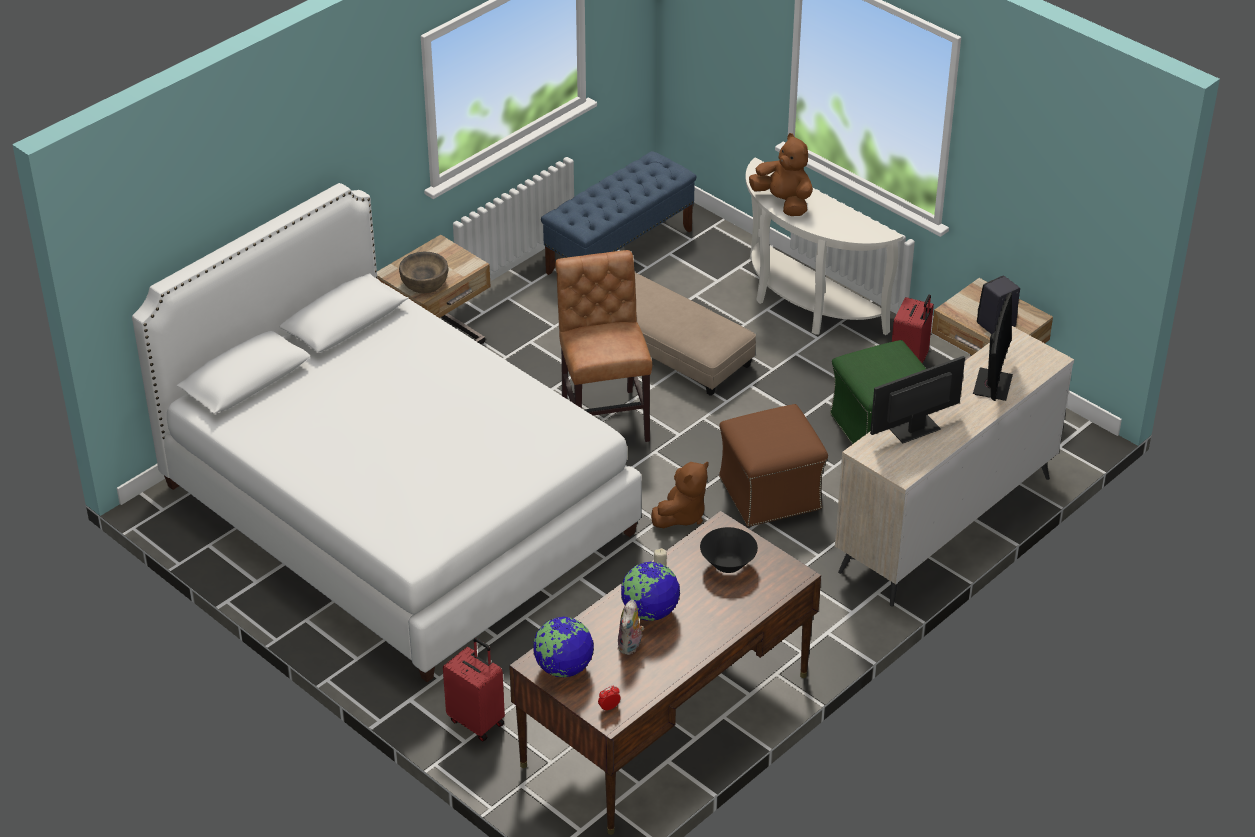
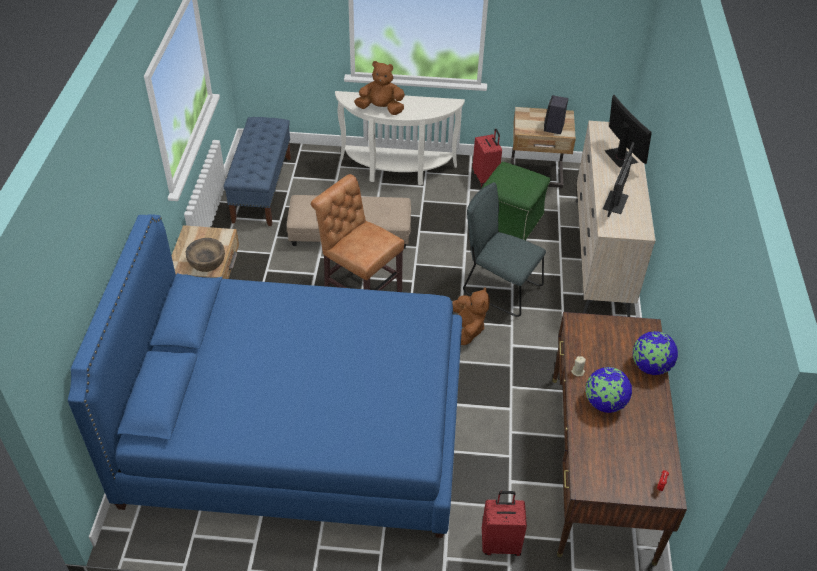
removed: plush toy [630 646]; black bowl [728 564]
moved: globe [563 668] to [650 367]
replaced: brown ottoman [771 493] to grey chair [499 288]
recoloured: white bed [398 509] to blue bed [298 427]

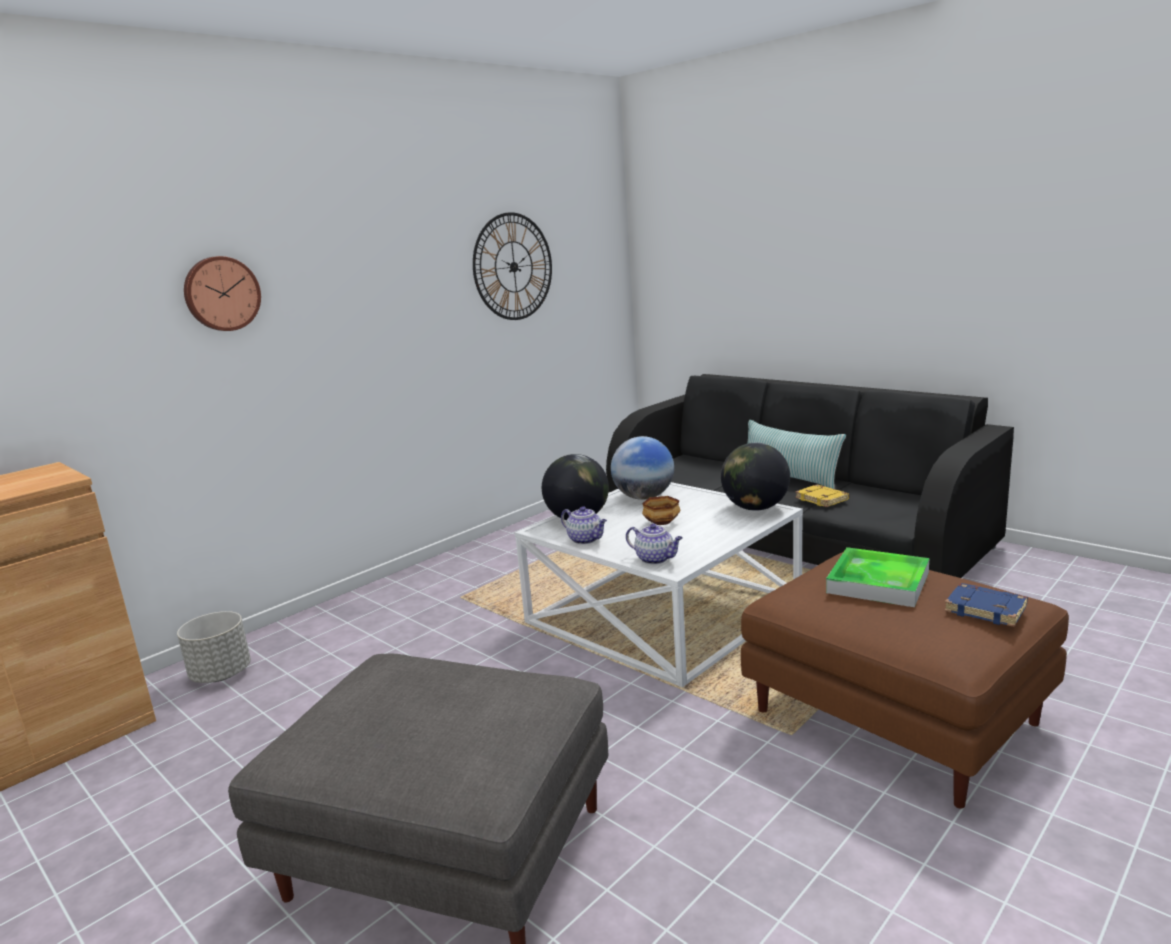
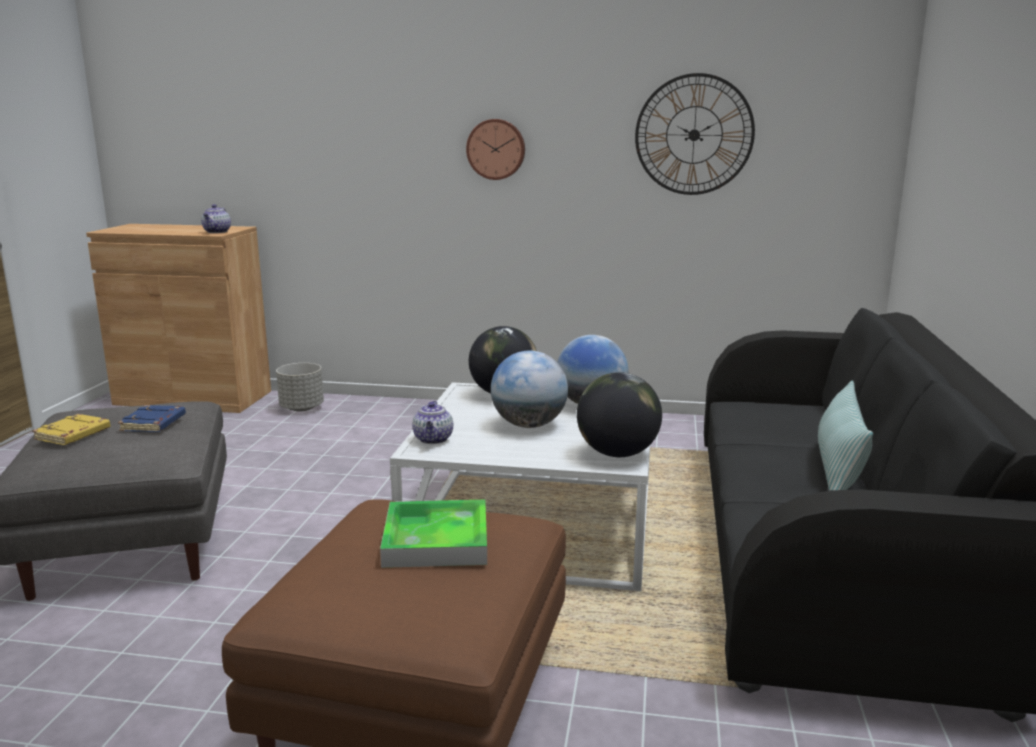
moved: yellow book [822 499] to [73 435]; blue book [986 609] to [154 424]; teapot [586 540] to [217 232]; wall clock [221 294] to [496 149]
replaced: bowl [663 523] to globe [529 425]

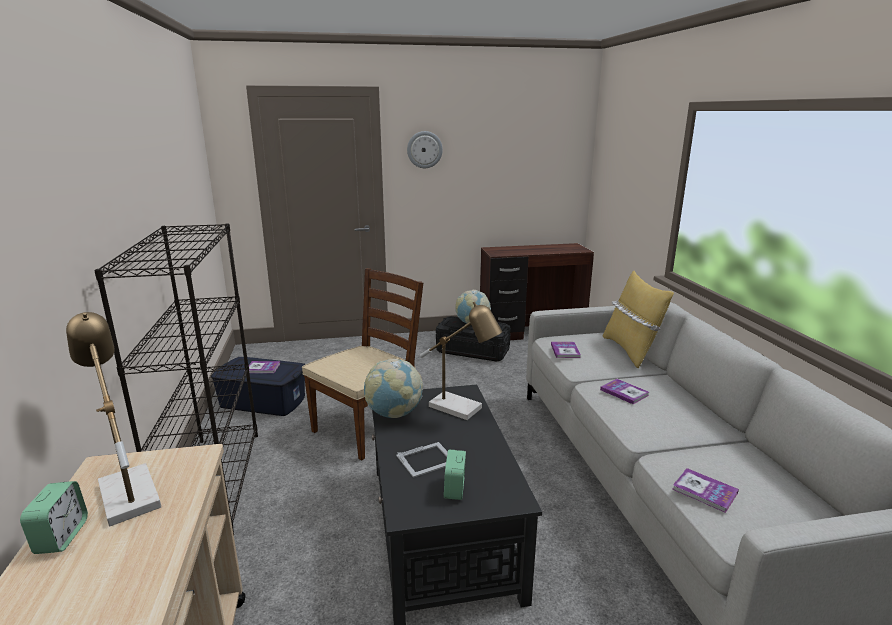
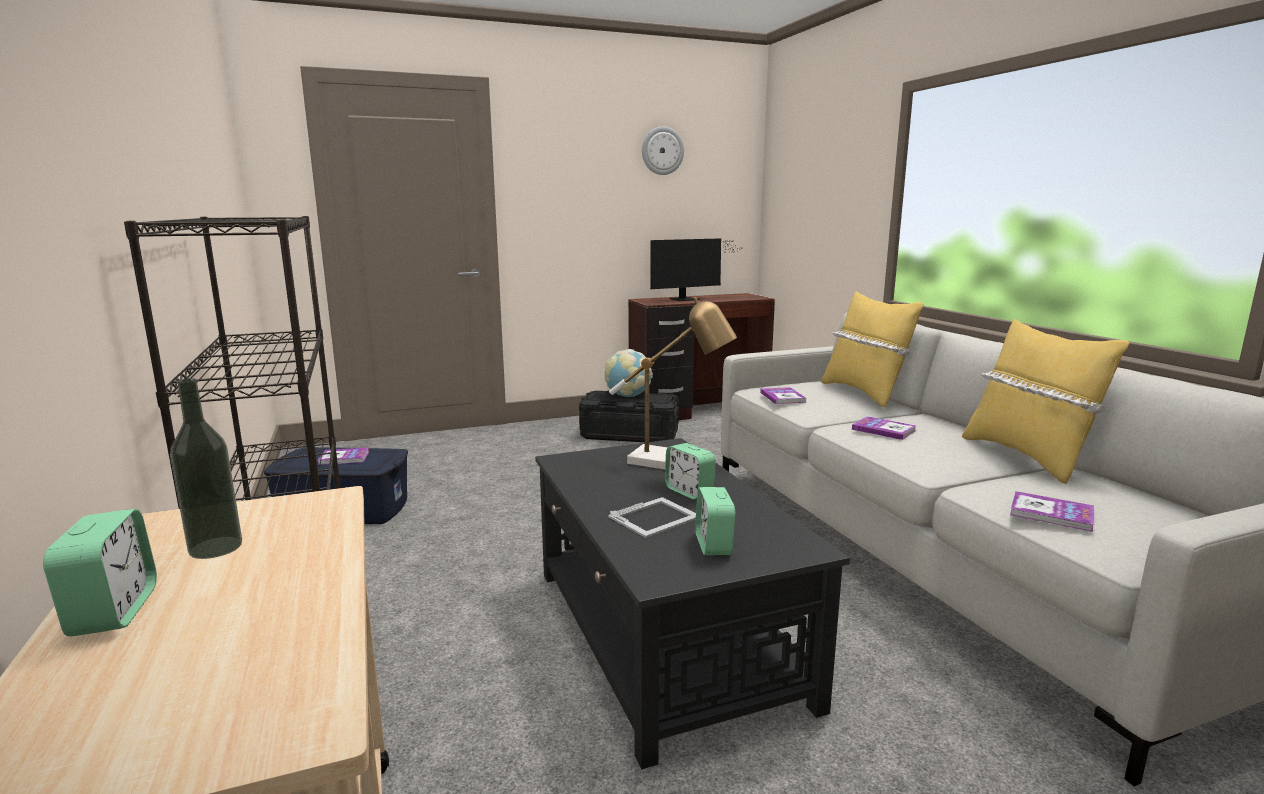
removed: brown chair [368 427]; globe [394 414]
added: monitor [688 299]; alarm clock [689 491]; yellow pillow [1027 457]
moved: wall clock [424 149] to [662 151]
replaced: table lamp [126 491] to bottle [215 547]

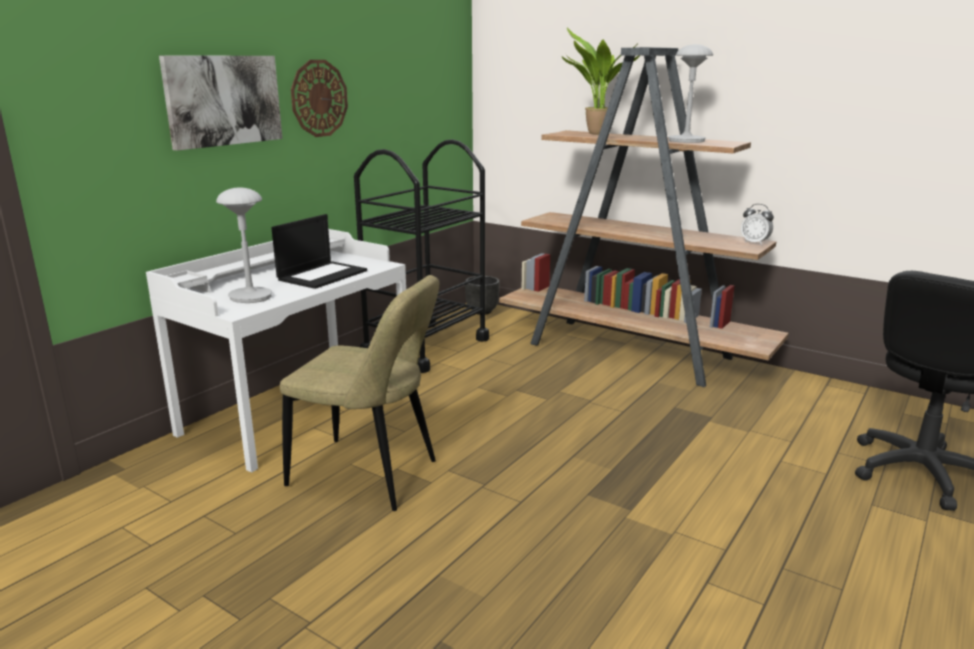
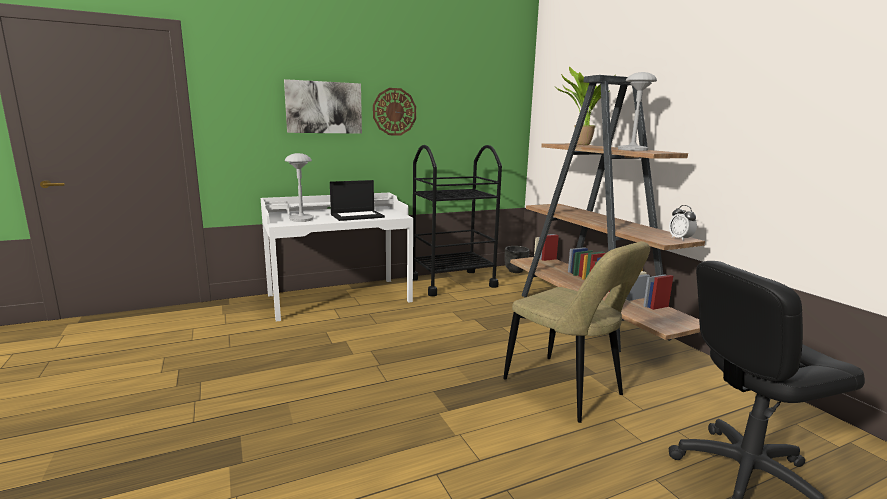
moved: beige chair [369 475] to [566 390]

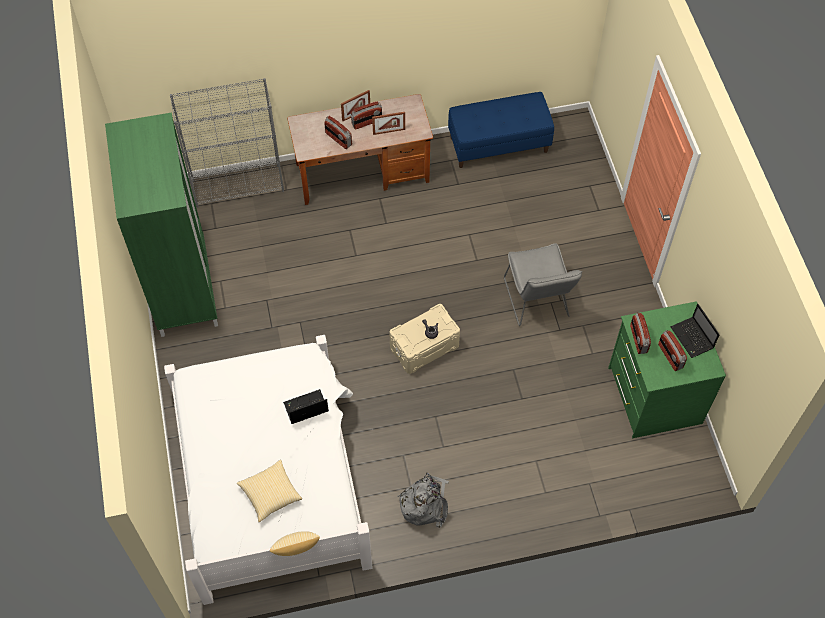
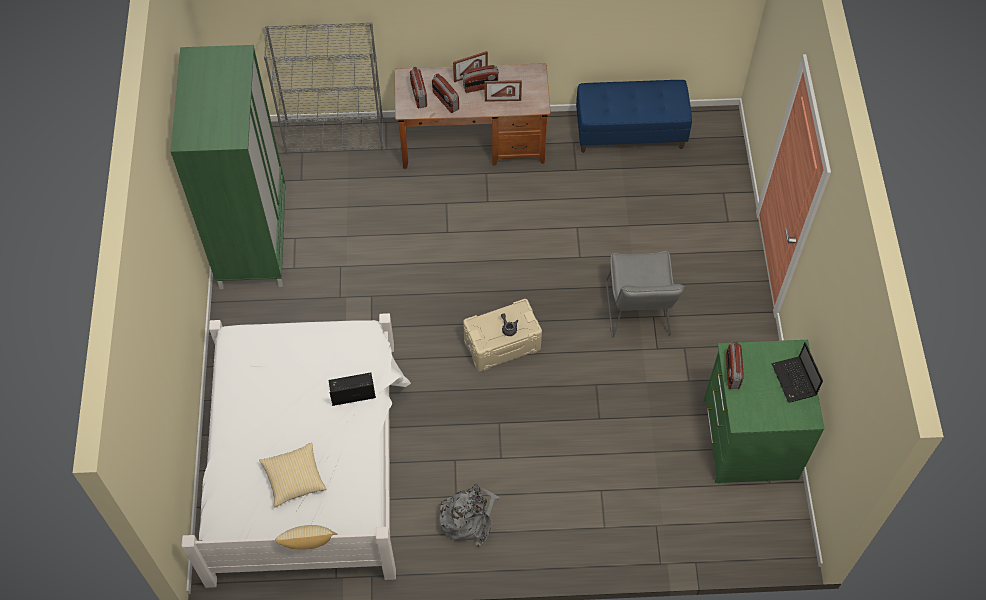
moved: radio [670 356] to [418 95]

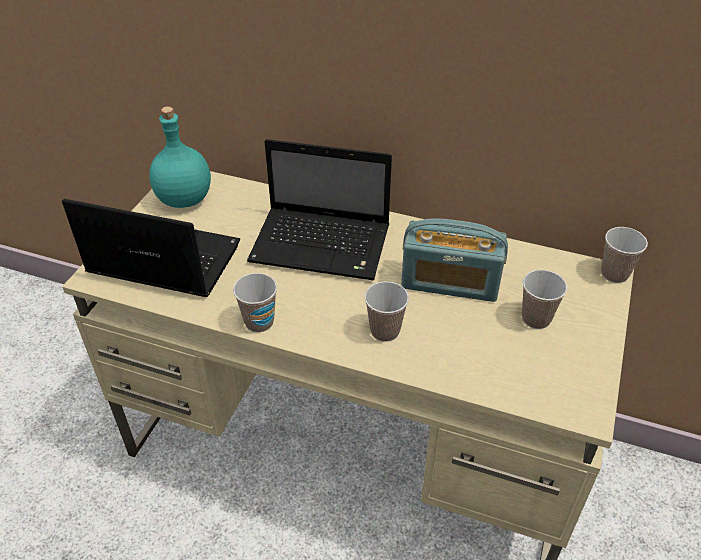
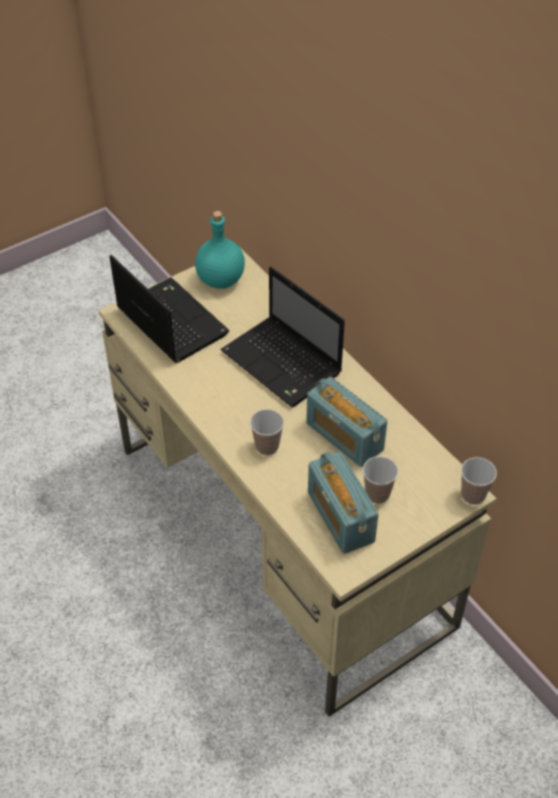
removed: cup [259 322]
added: radio [340 517]

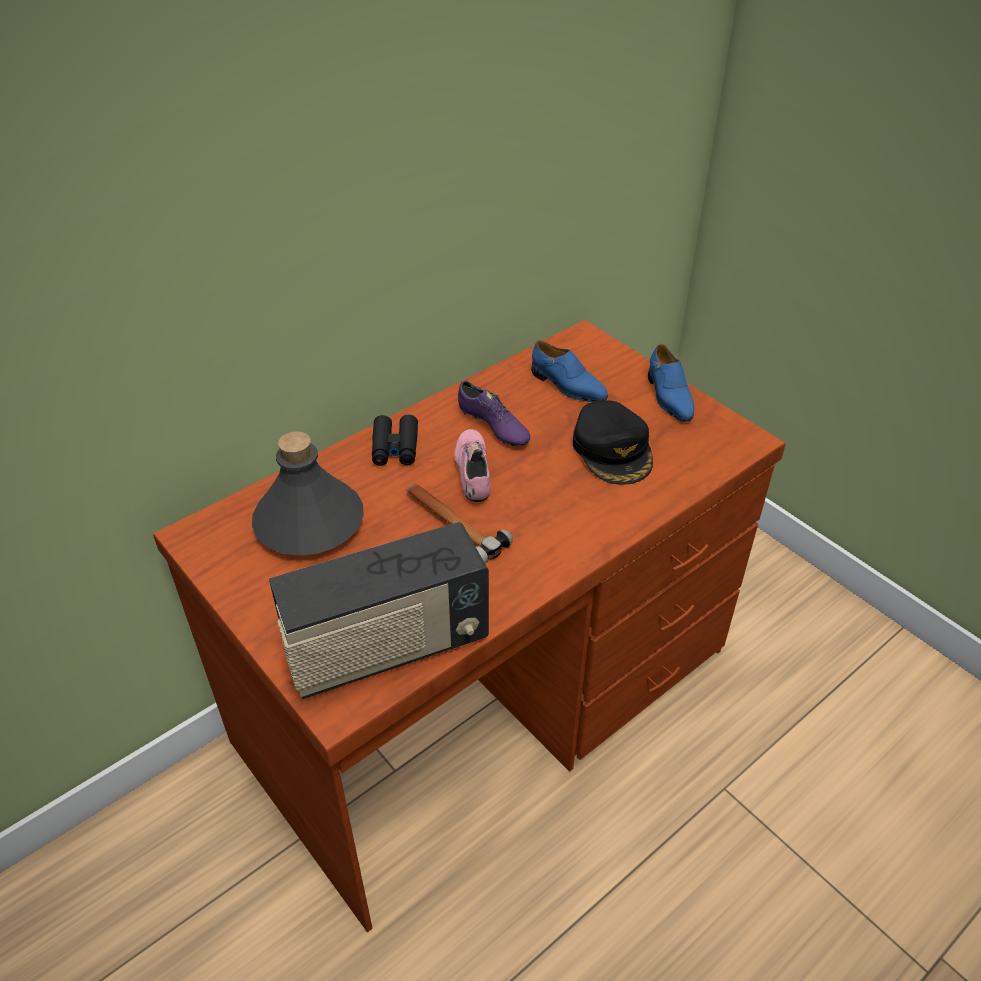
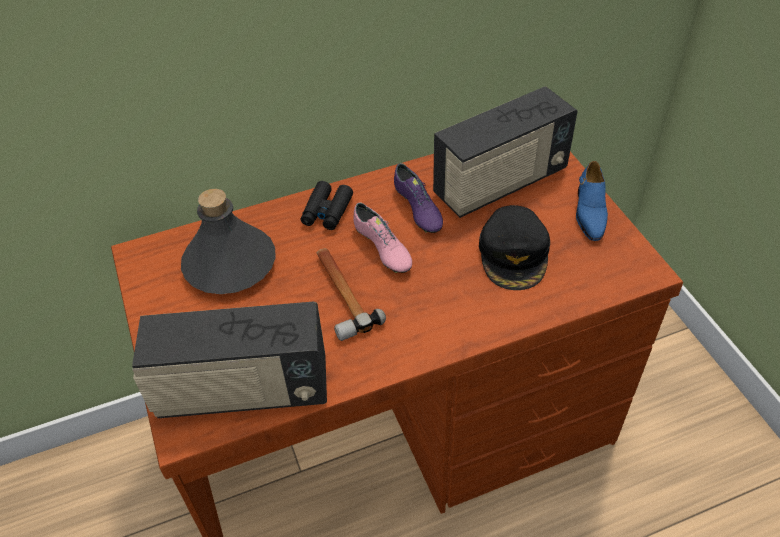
replaced: blue shoe [568 386] to radio [500 183]
turned: pink shoe [474 472] = [382 249] 135 degrees clockwise

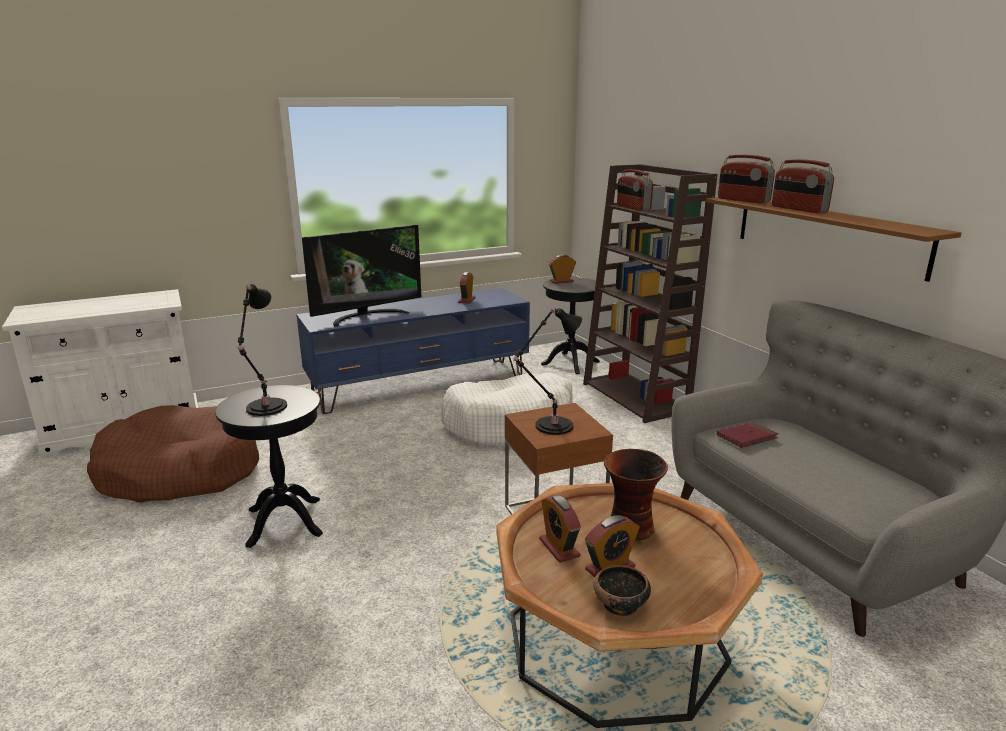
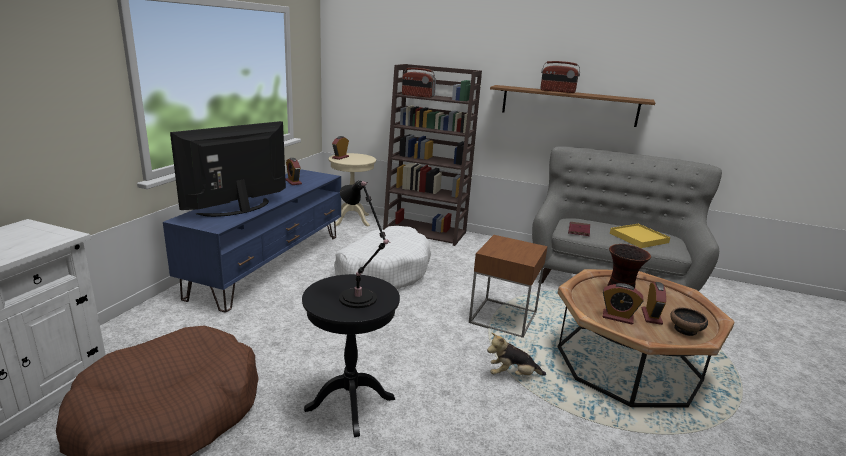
removed: black table lamp [550 426]; radio [743 200]
added: plush toy [512 375]; yellow tray [638 238]
recoloured: black side table [570 363] to beige side table [352 220]
turned: television [366 316] = [240 210] 150 degrees counterclockwise

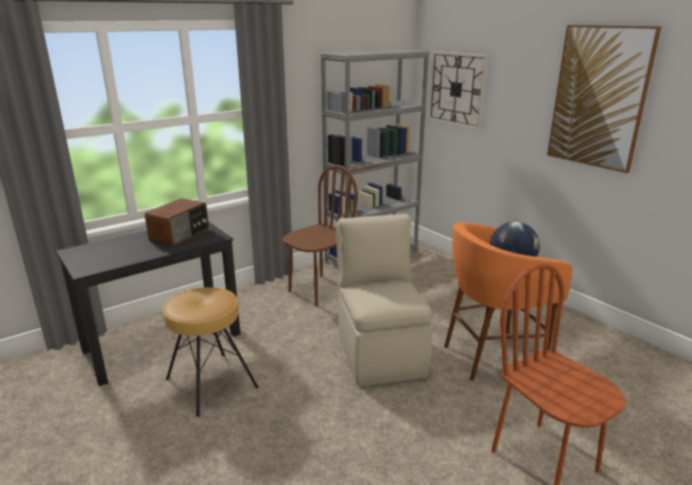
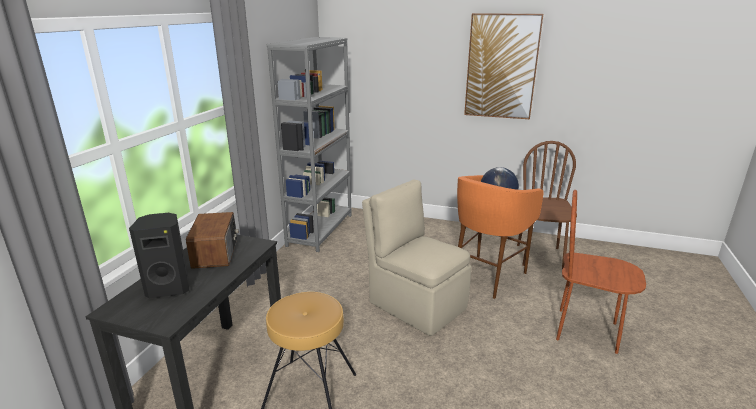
removed: wall clock [456 89]
added: black speaker [169 288]
moved: brown chair [319 290] to [540 256]

